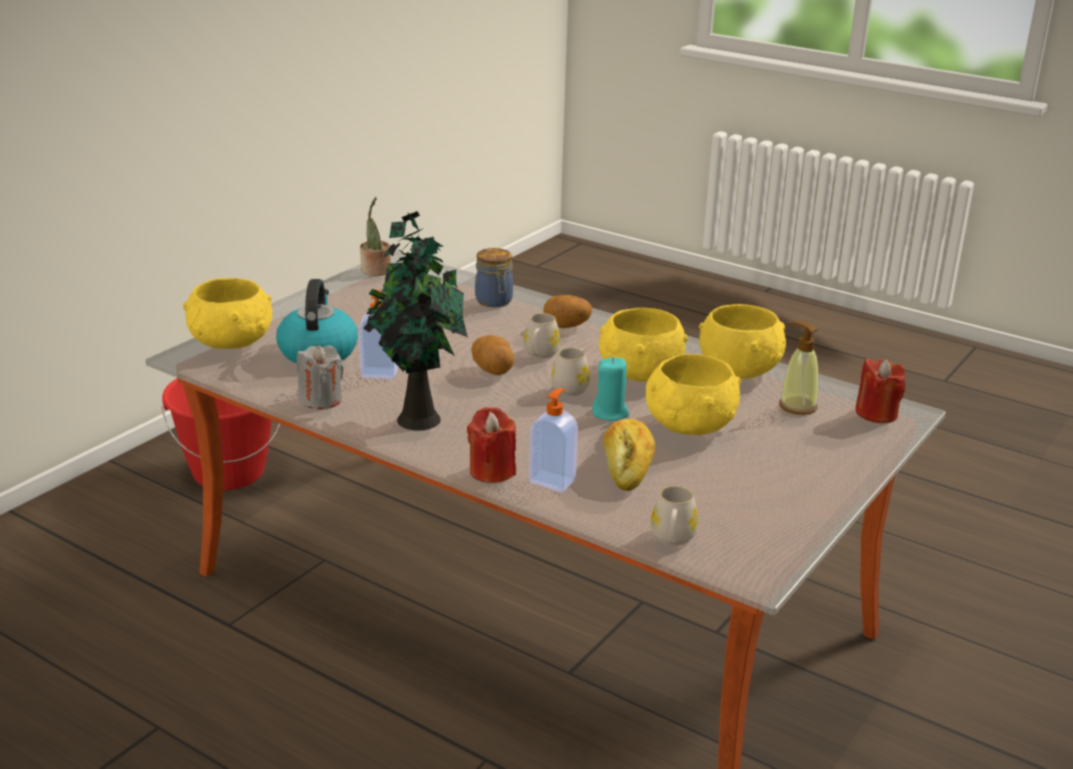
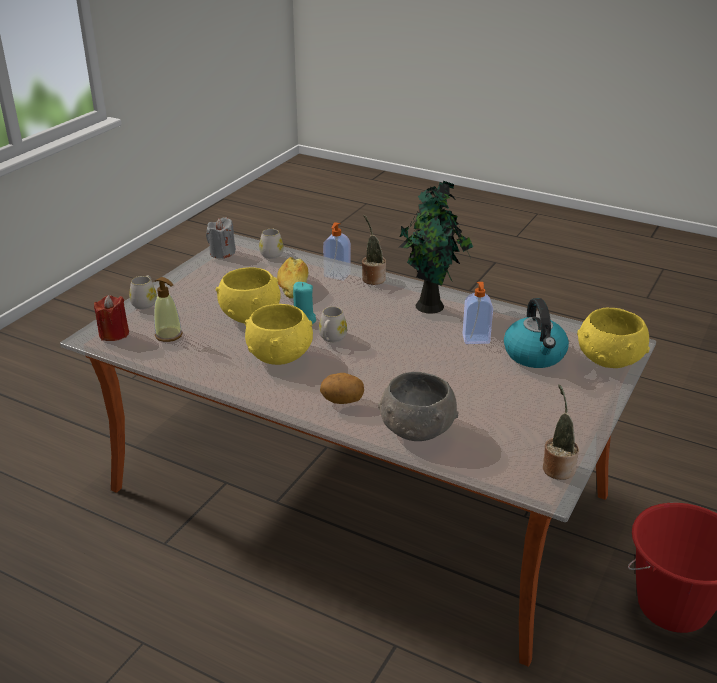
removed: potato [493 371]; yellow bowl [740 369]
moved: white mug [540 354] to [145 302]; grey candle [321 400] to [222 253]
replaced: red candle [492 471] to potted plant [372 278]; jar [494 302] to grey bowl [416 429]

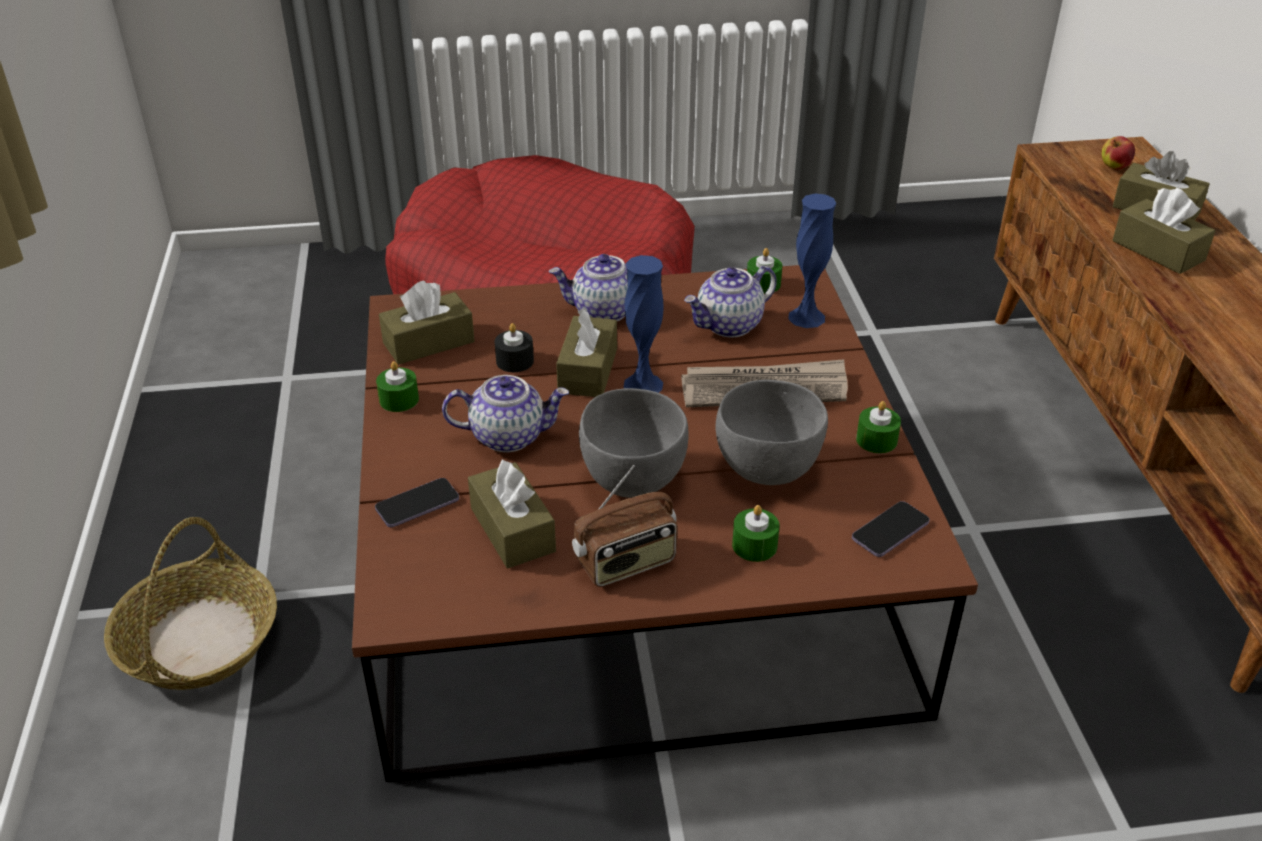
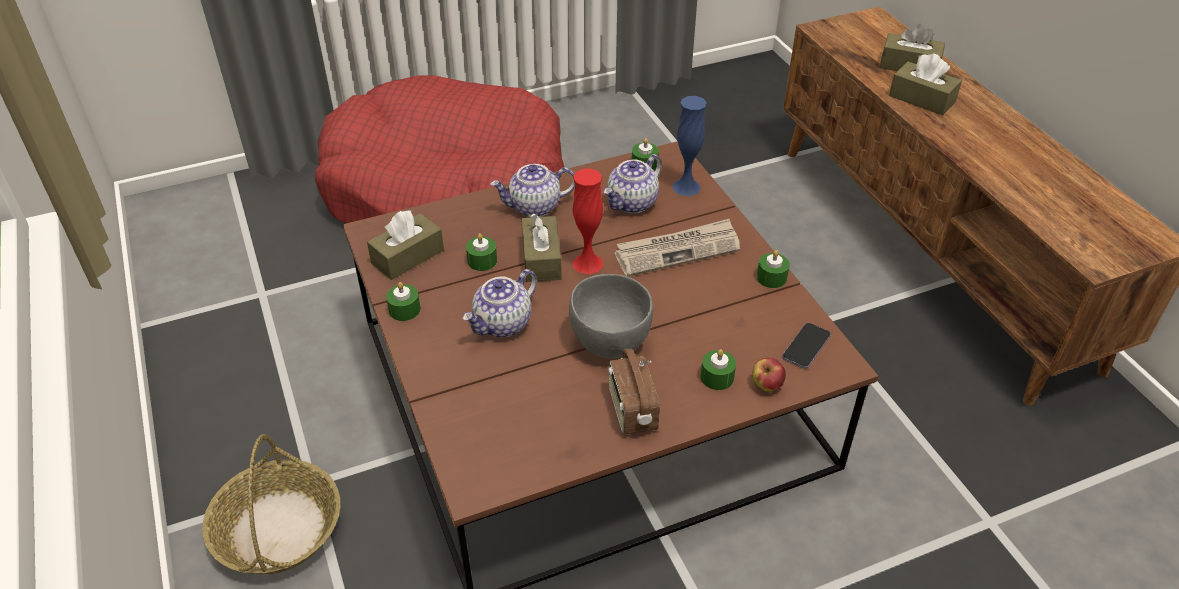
removed: phone [417 505]; brown tissue box [512 529]; grey bowl [766 469]
moved: apple [1114 167] to [766 385]
recoloured: black candle [515 361] to green candle [482 261]; blue vase [643 385] to red vase [587 263]
turned: teapot [509 436] = [503 324] 150 degrees clockwise; radio [626 563] = [631 410] 120 degrees clockwise

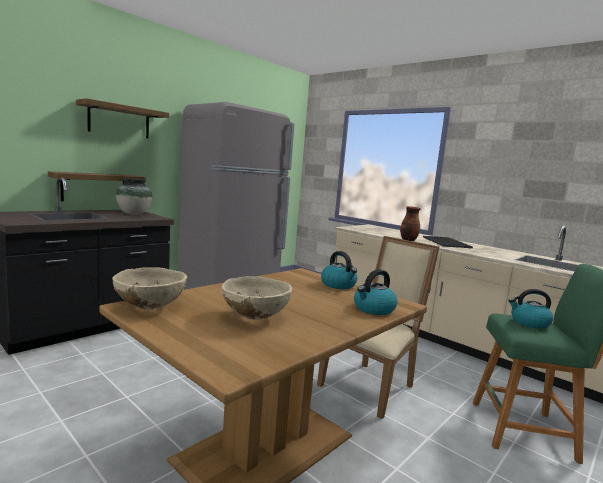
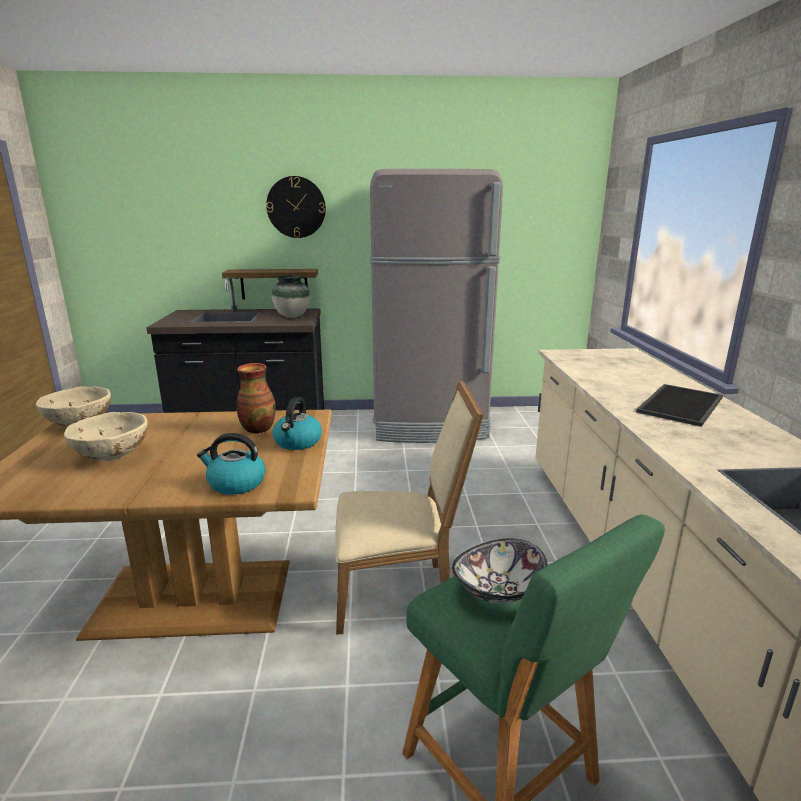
moved: vase [408 240] to [257 429]
replaced: shelf [119 121] to wall clock [296 207]; kettle [529 323] to bowl [498 590]

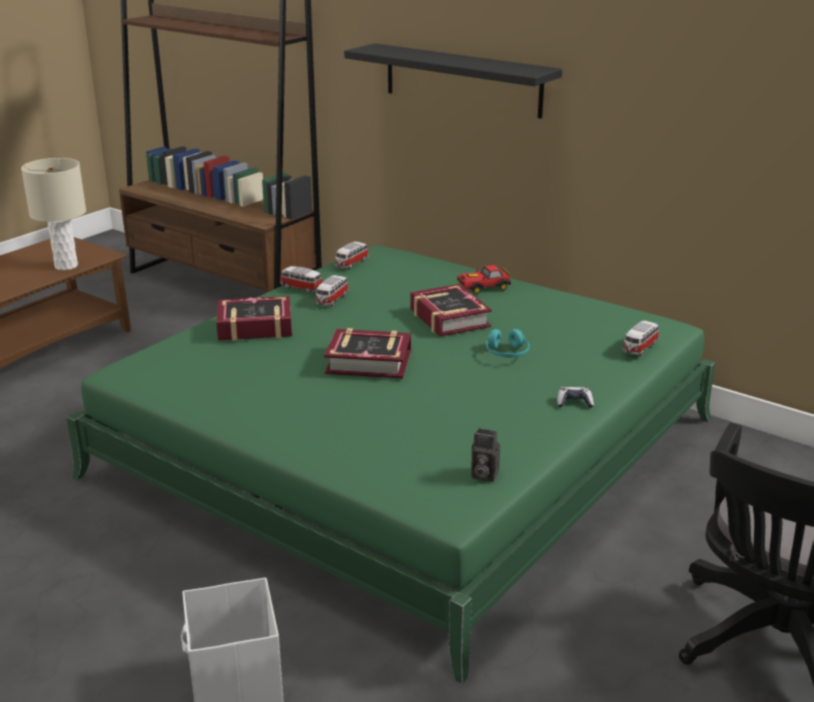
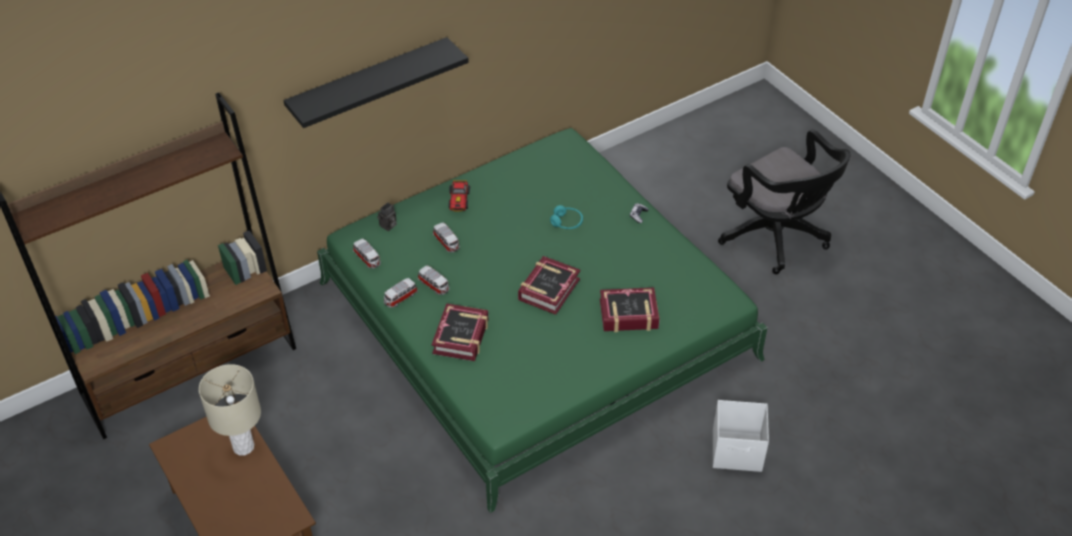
moved: photo camera [483 475] to [388 226]; toy car [639 348] to [446 243]; book [449 318] to [628 314]

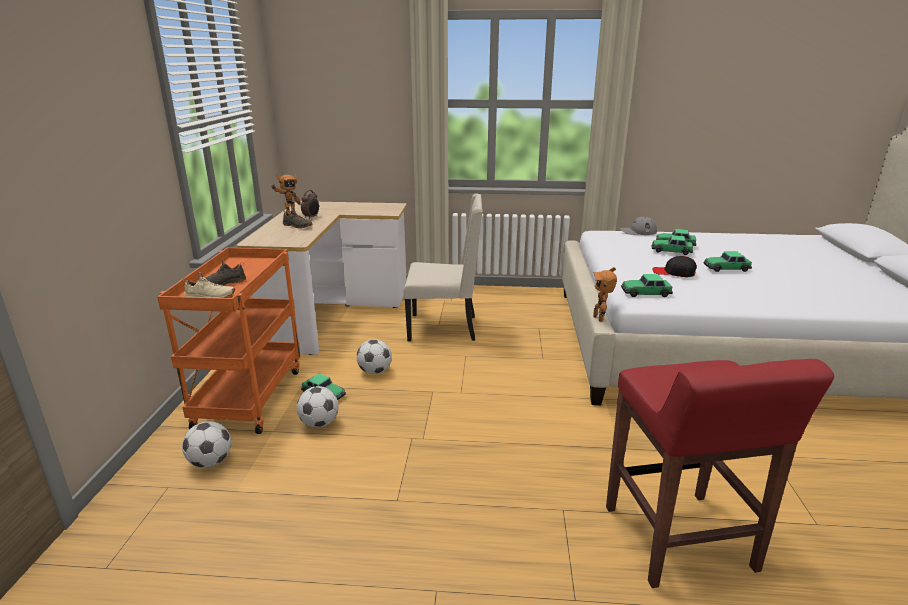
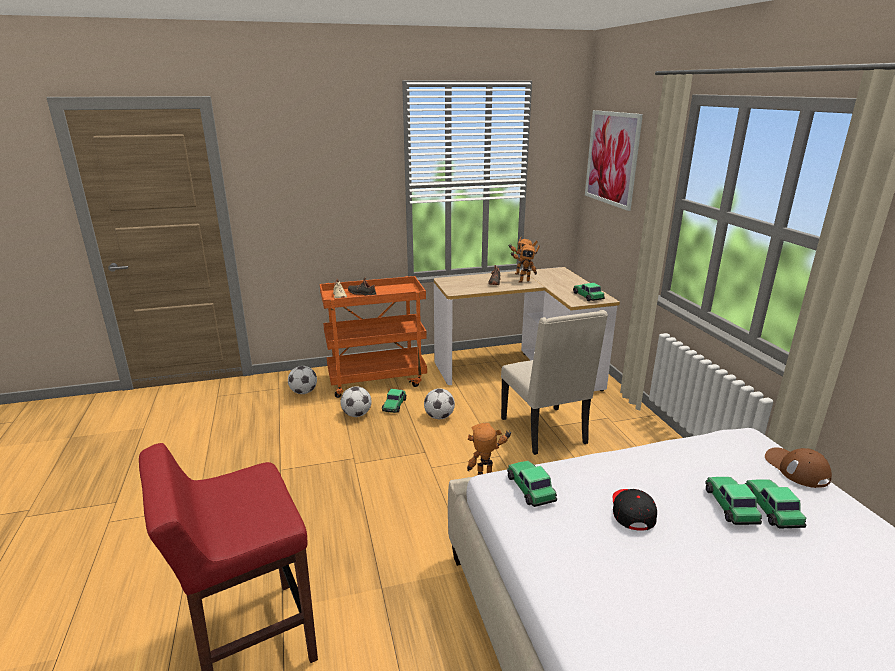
added: picture [612 158]
moved: toy car [726 268] to [587 296]
replaced: alarm clock [311 217] to toy robot [523 281]
recoloured: grey cap [637 231] to brown cap [796 468]

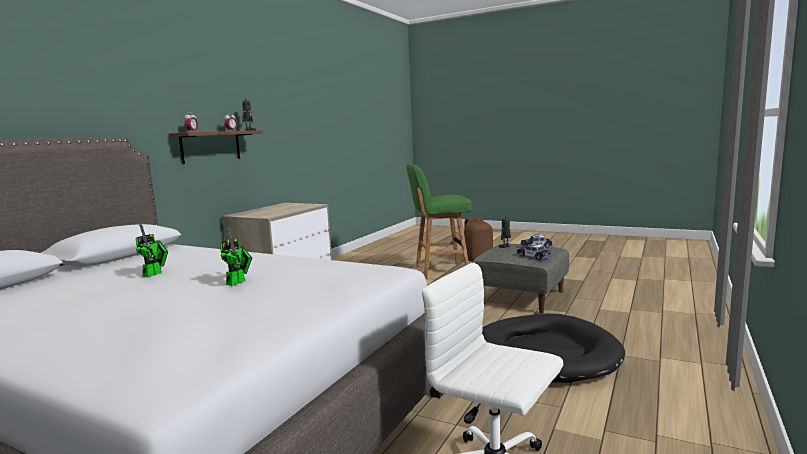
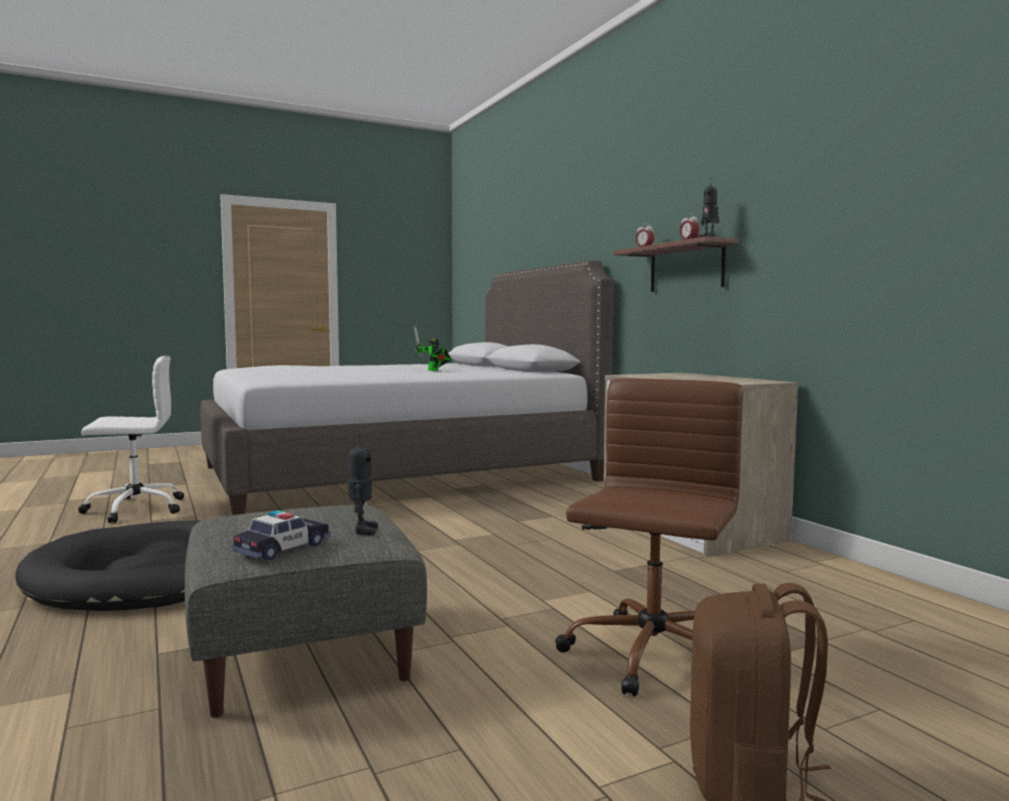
removed: toy robot [238 282]; toy car [533 256]
replaced: green stool [440 271] to brown office chair [651 657]

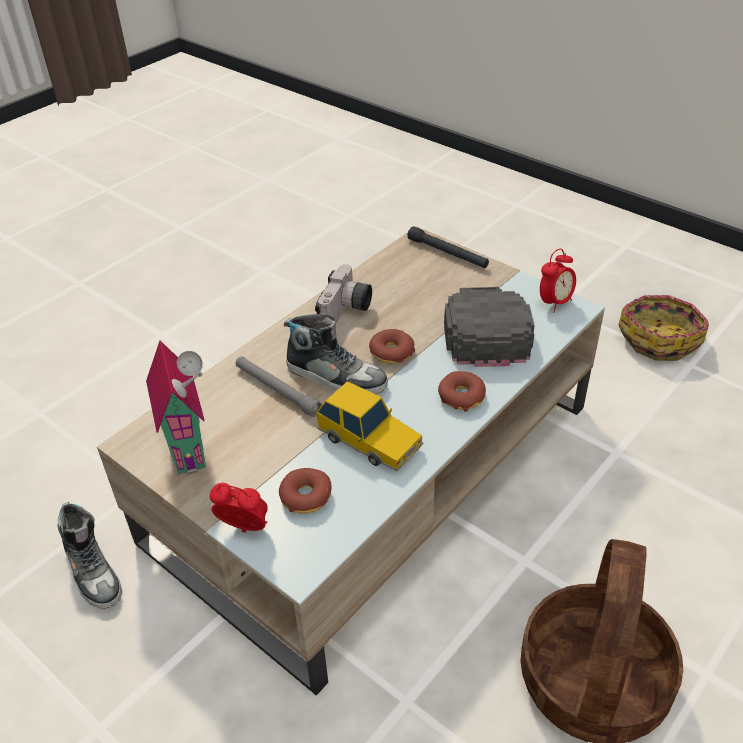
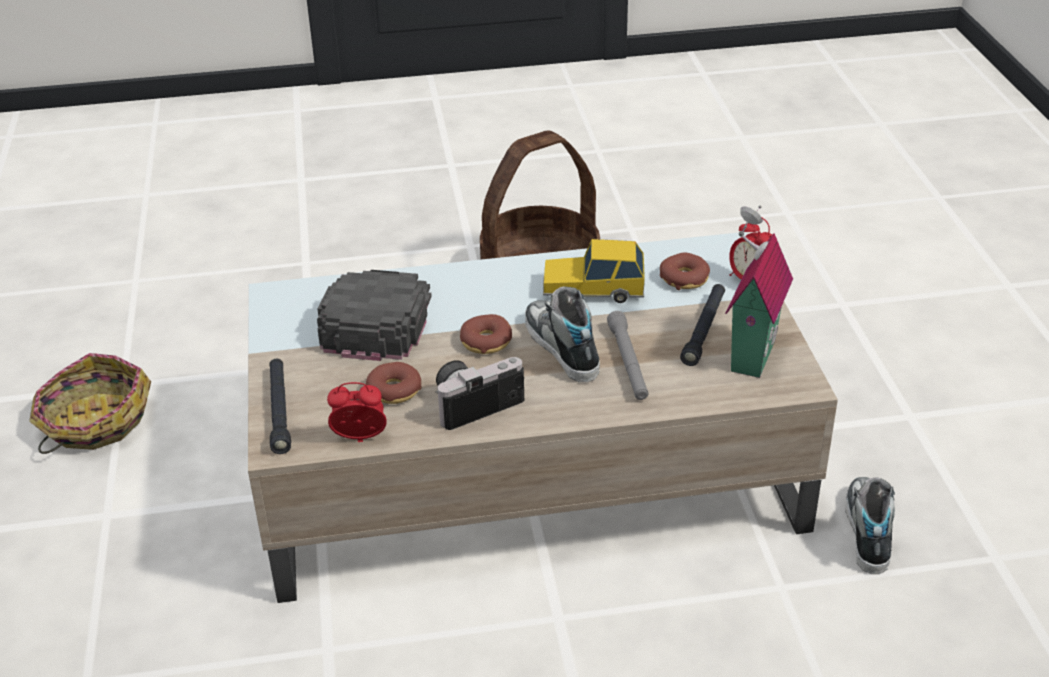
added: black flashlight [704 329]
moved: alarm clock [555 303] to [360 439]; donut [461 396] to [394 390]
turned: black cap [484 328] = [377 318] 150 degrees clockwise; toy car [370 440] = [593 288] 75 degrees counterclockwise

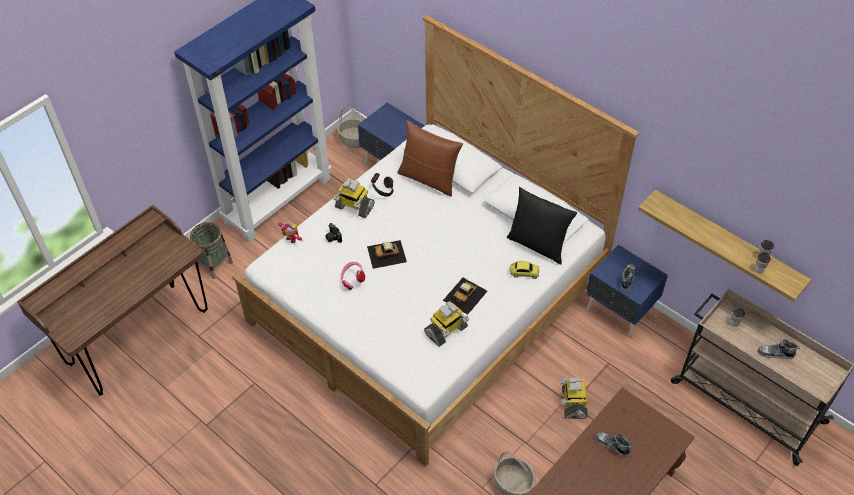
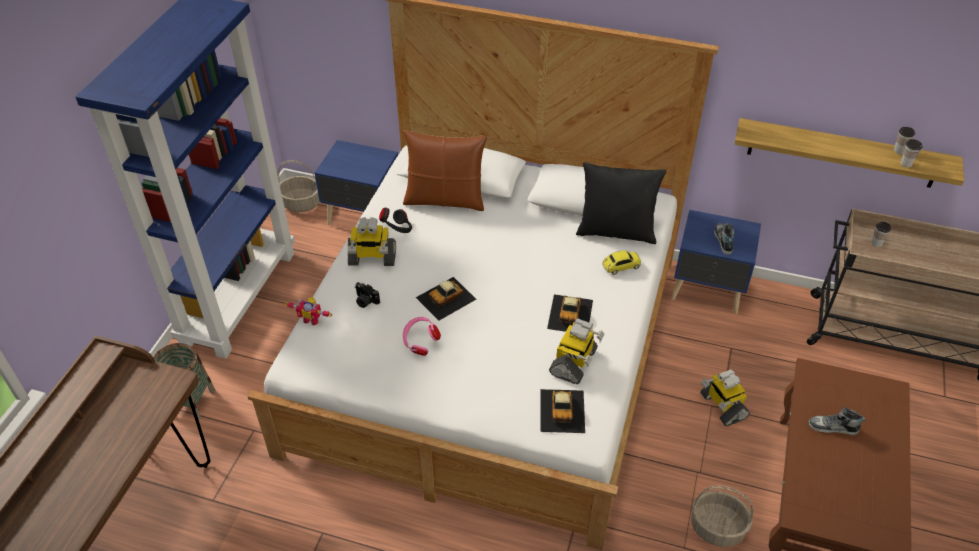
removed: shoe [775 354]
added: toy car [562 410]

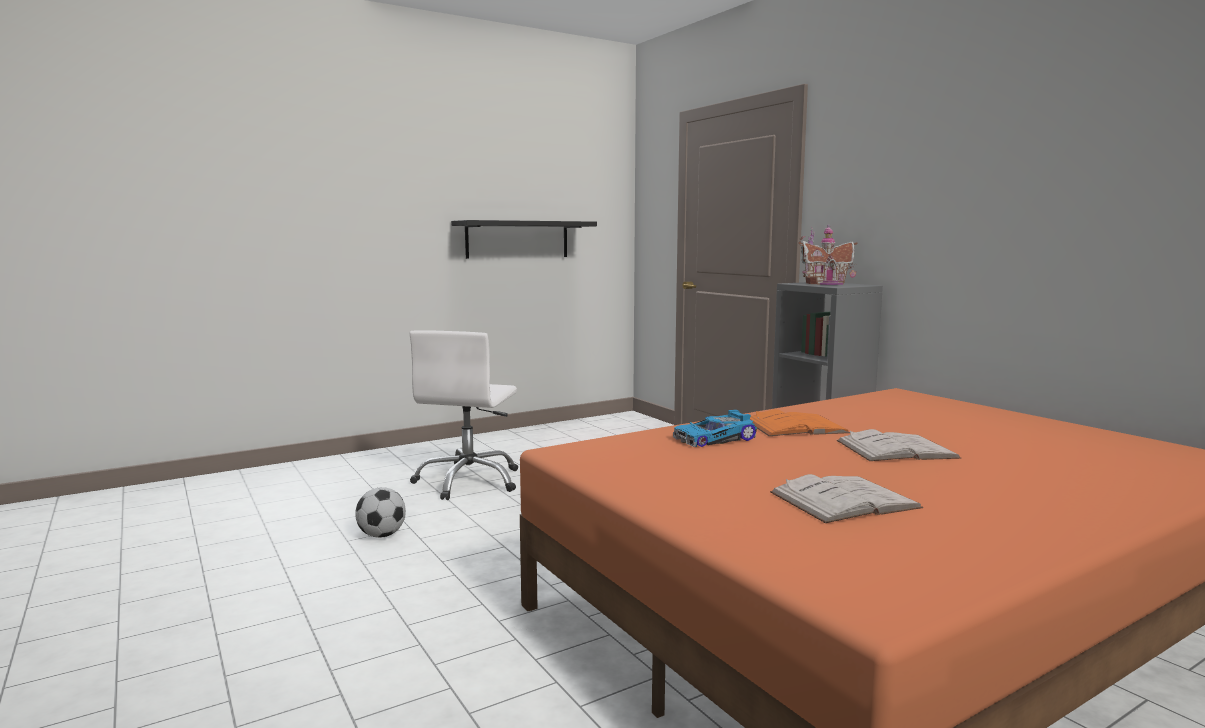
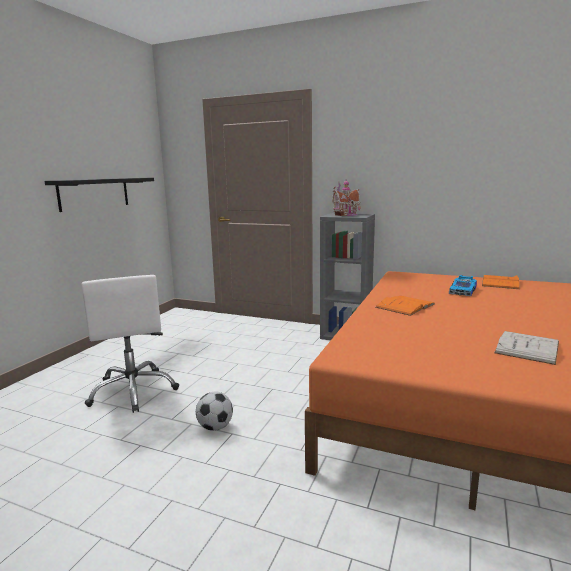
removed: white book [896 449]
added: orange book [500 282]
moved: football [382 535] to [215 427]; toy car [715 439] to [463 291]

